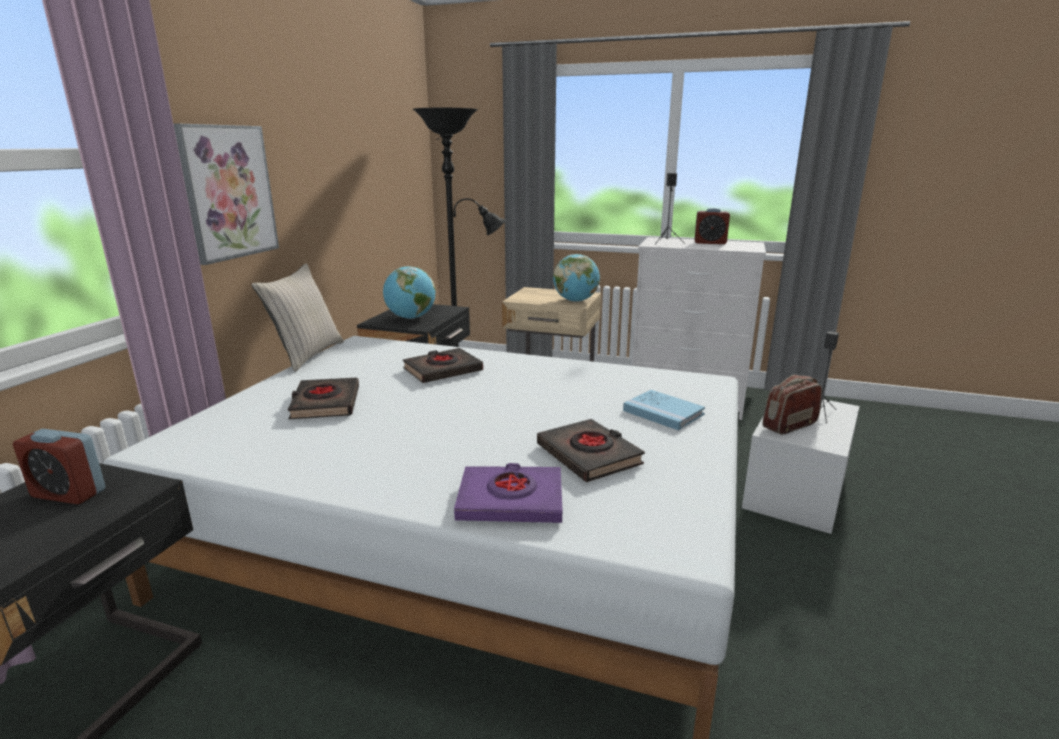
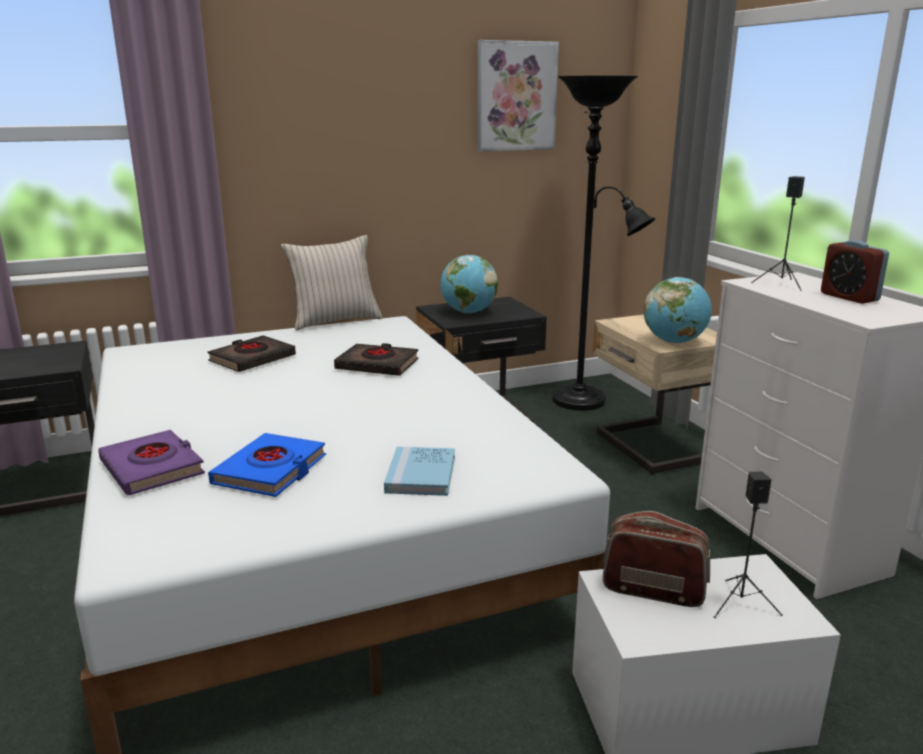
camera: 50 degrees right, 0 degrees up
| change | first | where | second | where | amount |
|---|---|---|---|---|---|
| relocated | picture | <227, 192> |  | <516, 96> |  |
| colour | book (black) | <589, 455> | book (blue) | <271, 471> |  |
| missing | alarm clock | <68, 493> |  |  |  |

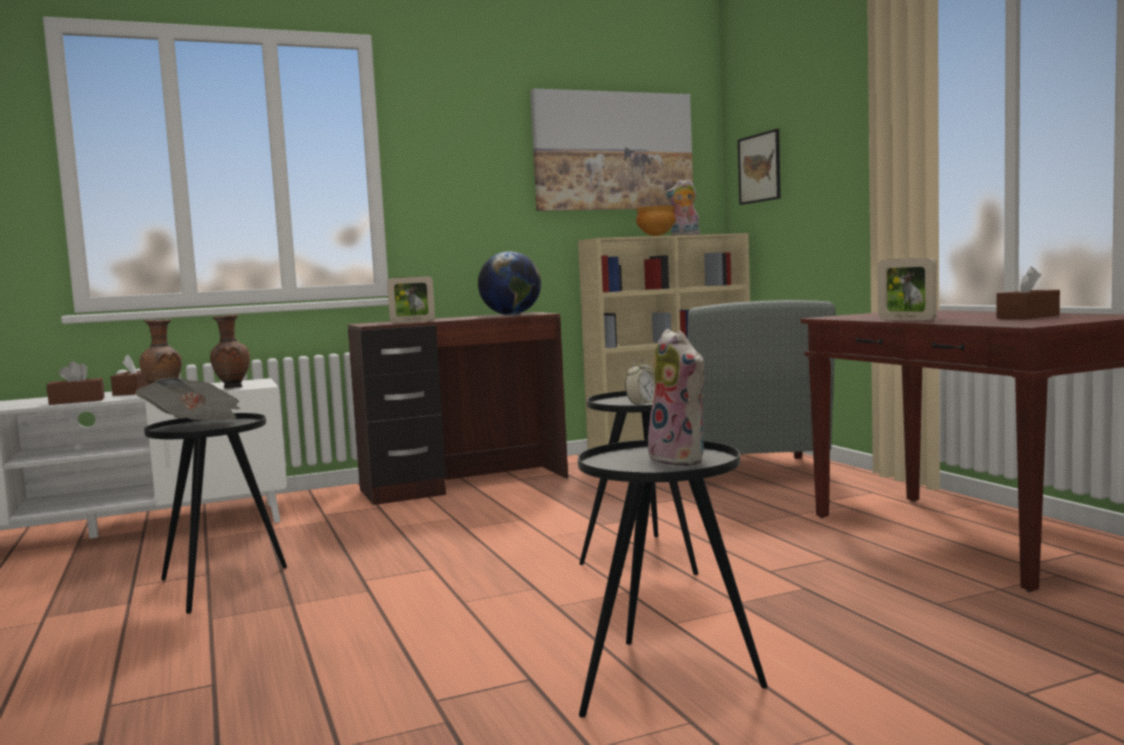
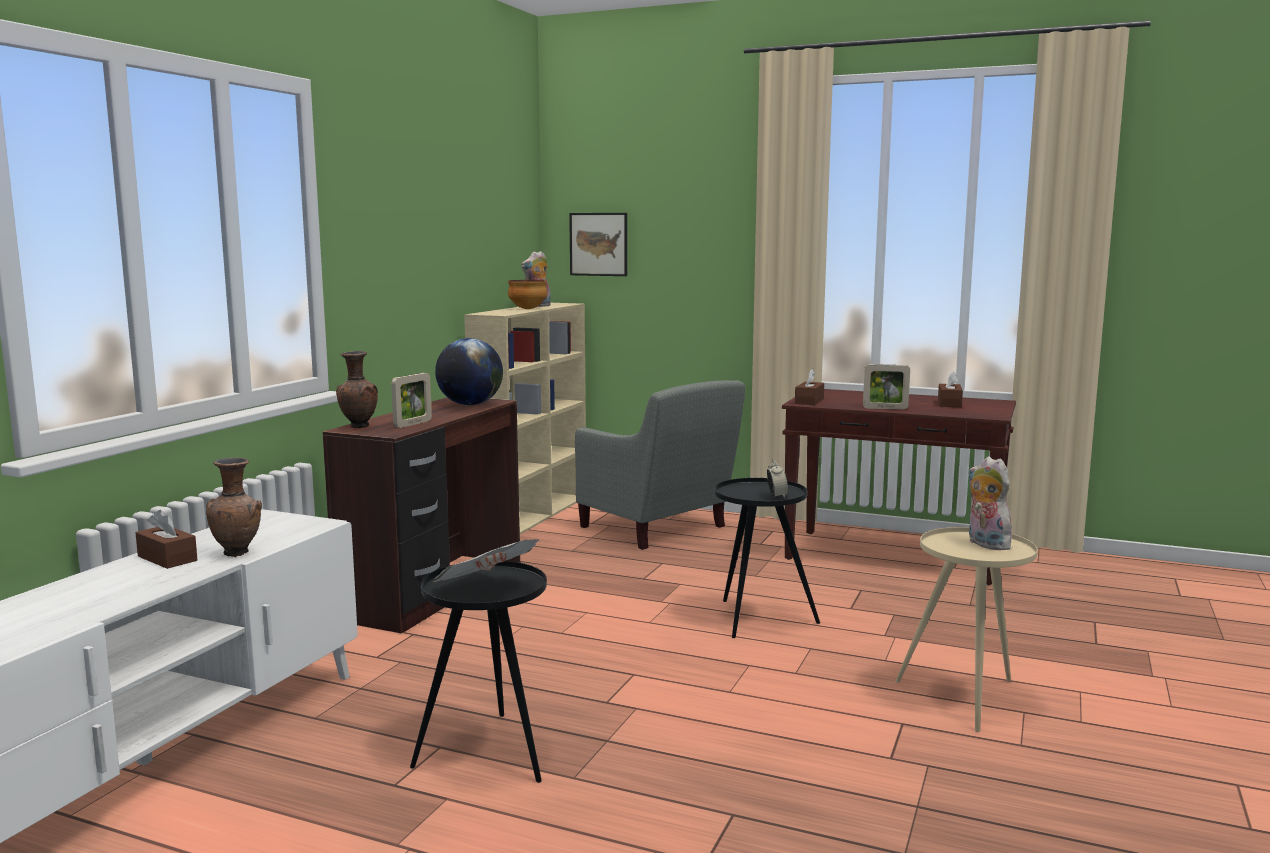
camera: 45 degrees left, 5 degrees up
| change | first | where | second | where | amount |
|---|---|---|---|---|---|
| missing | picture | <613, 151> |  |  |  |
| relocated | vase (brown) | <232, 387> |  | <358, 427> |  |
| spun | plush toy | <682, 460> |  | <985, 544> | 135 degrees counterclockwise |
| relocated | tissue box (brown) | <77, 401> |  | <809, 401> |  |
| colour | side table (black) | <666, 683> | side table (beige) | <967, 697> |  |

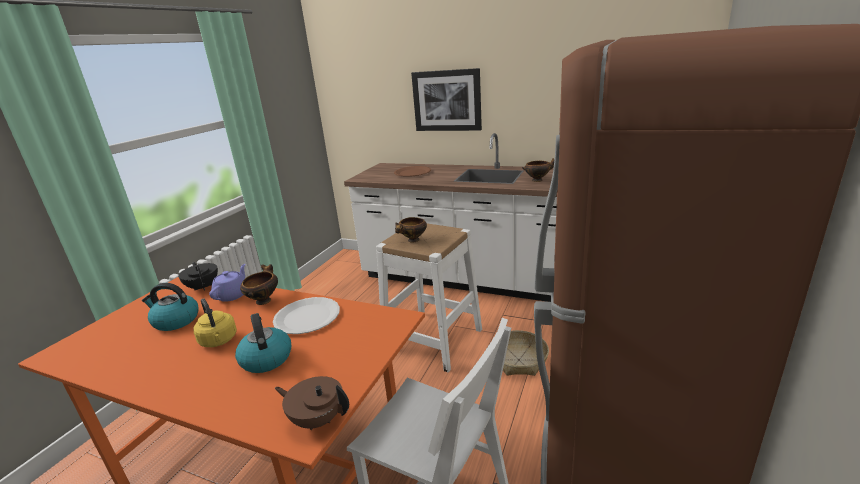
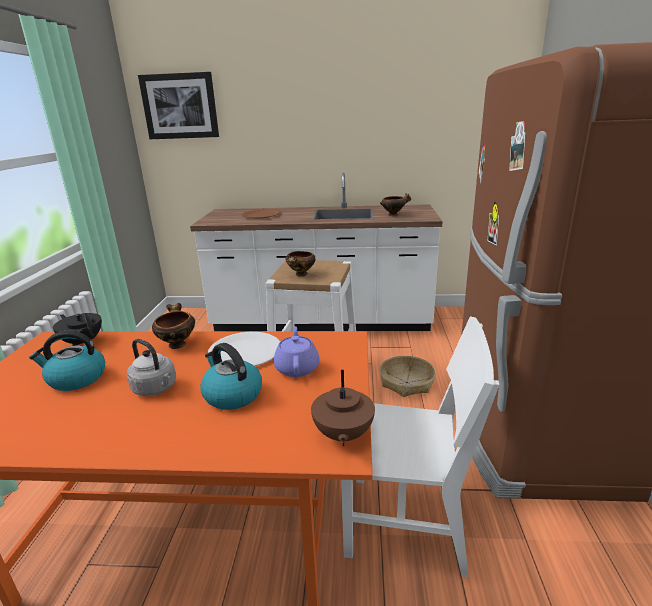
camera: 20 degrees left, 0 degrees up
| change | first | where | second | where | amount |
|---|---|---|---|---|---|
| relocated | picture | <447, 100> |  | <180, 106> |  |
| relocated | teapot (purple) | <233, 295> |  | <297, 367> |  |
| colour | kettle (yellow) | <219, 341> | kettle (grey) | <156, 389> |  |
| spun | teapot (brown) | <317, 419> |  | <342, 435> | 90 degrees counterclockwise |

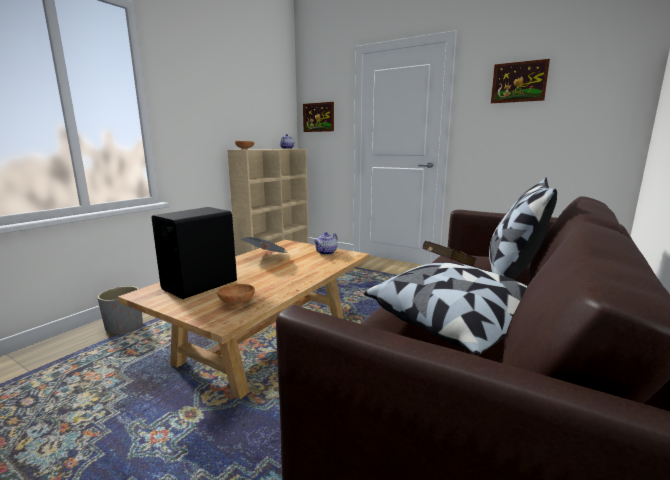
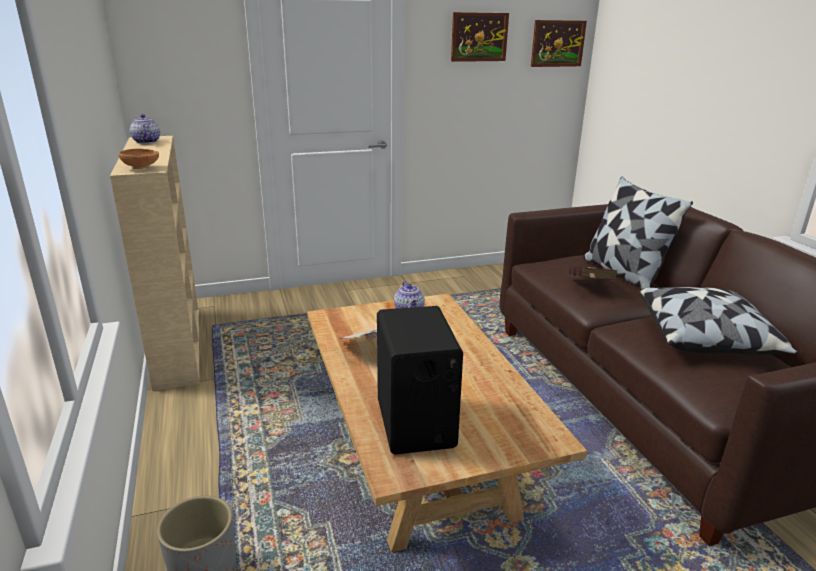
camera: 50 degrees left, 10 degrees up
| change | first | where | second | where | amount |
|---|---|---|---|---|---|
| relocated | picture | <318, 117> |  | <557, 43> |  |
| missing | bowl (brown) | <237, 303> |  |  |  |

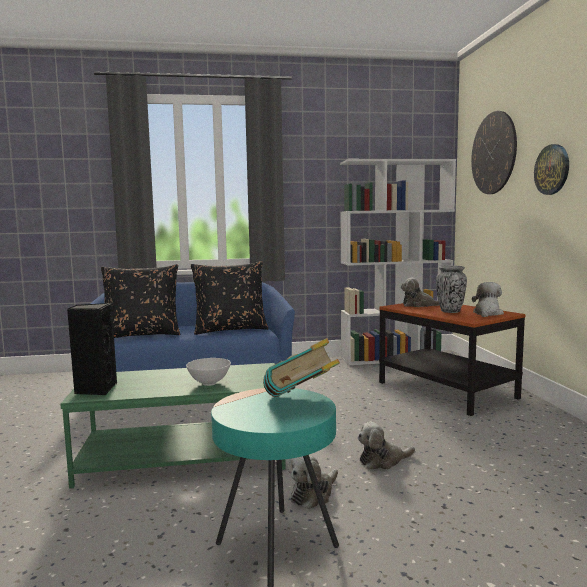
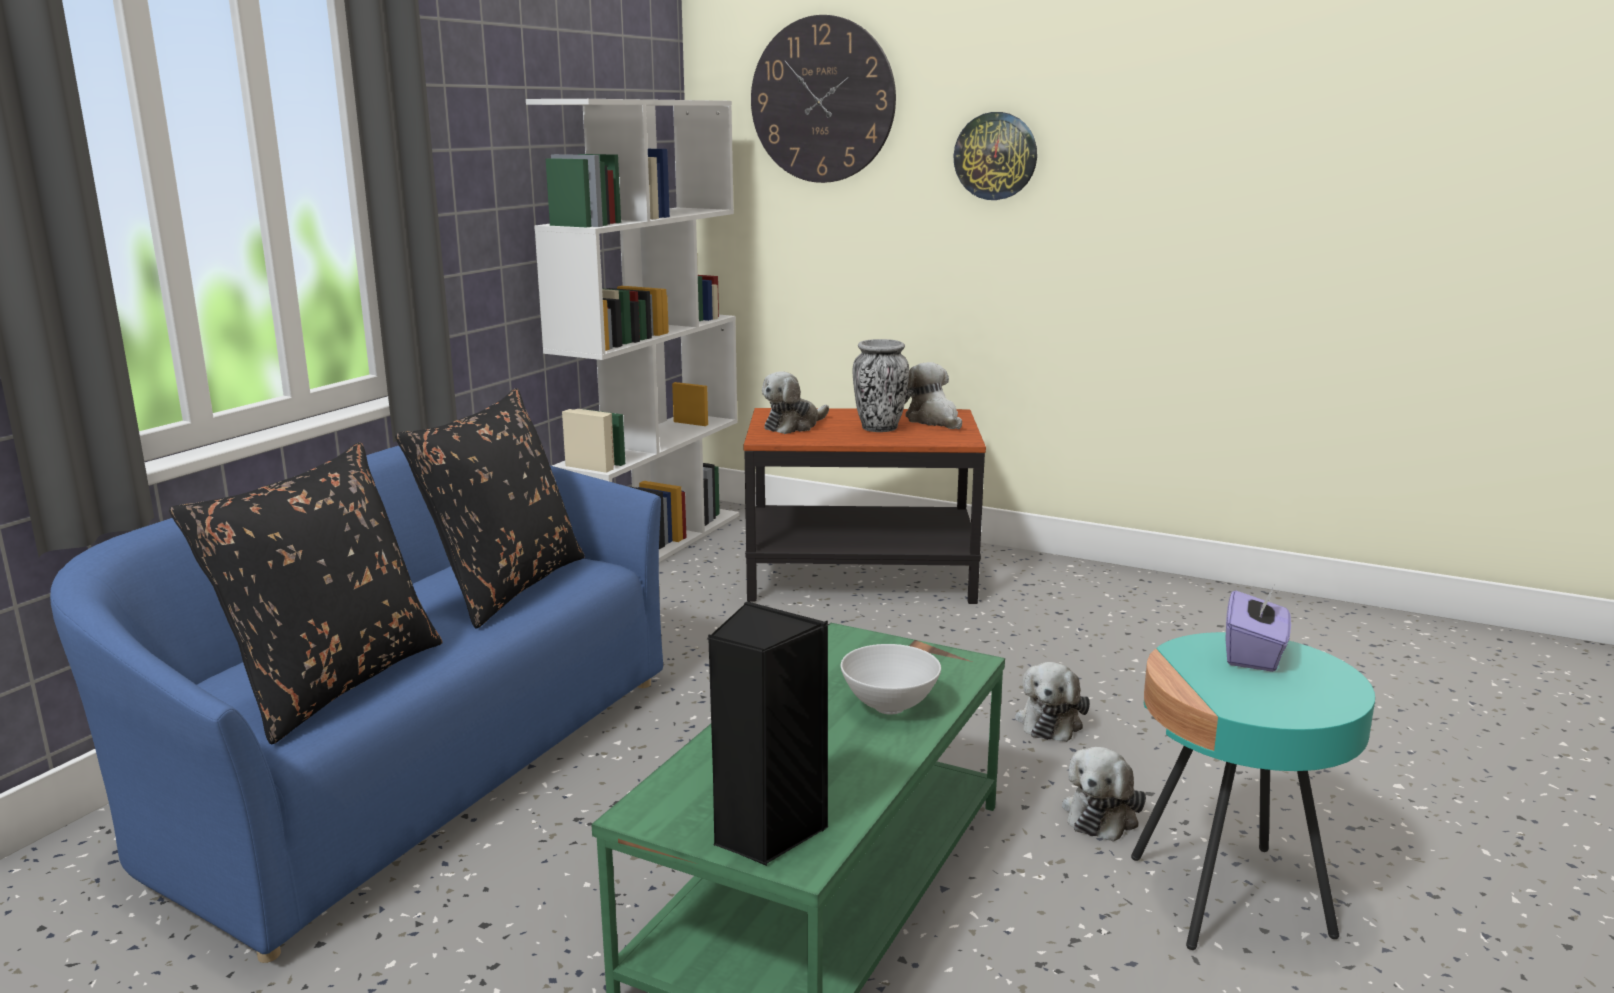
camera: 55 degrees left, 10 degrees up
| change | first | where | second | where | amount |
|---|---|---|---|---|---|
| exchanged | book | <300, 403> | tissue box (purple) | <1254, 655> |  |
| spun | plush toy | <313, 494> |  | <1102, 813> | 45 degrees clockwise |

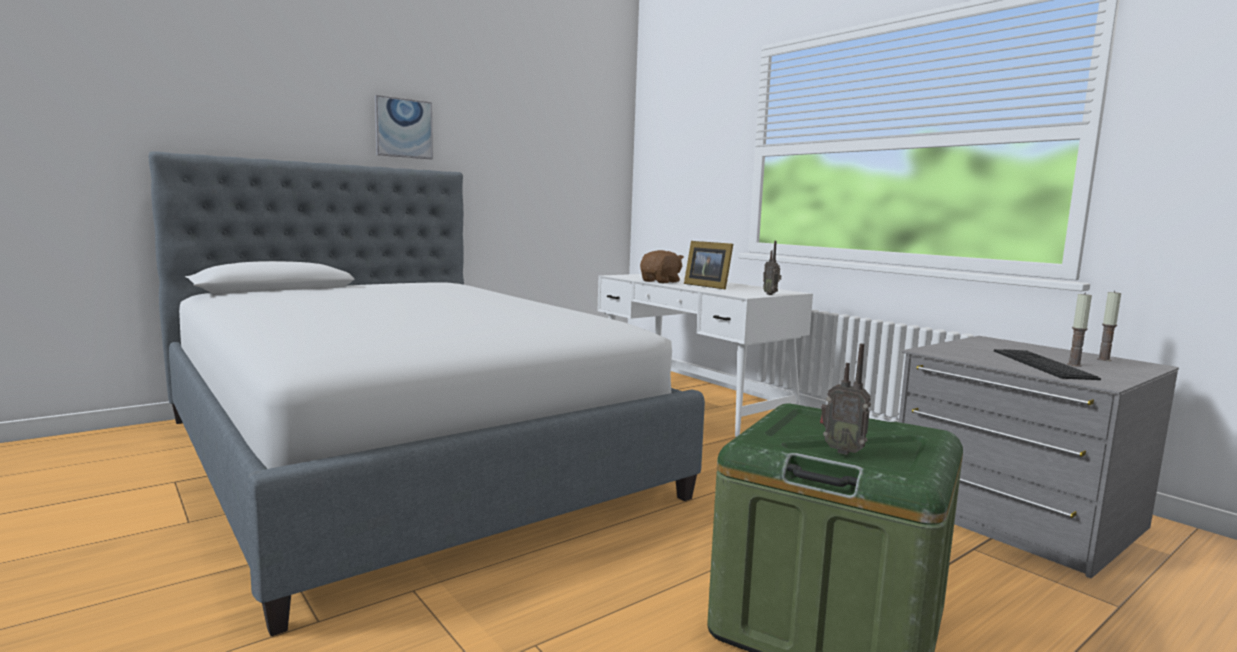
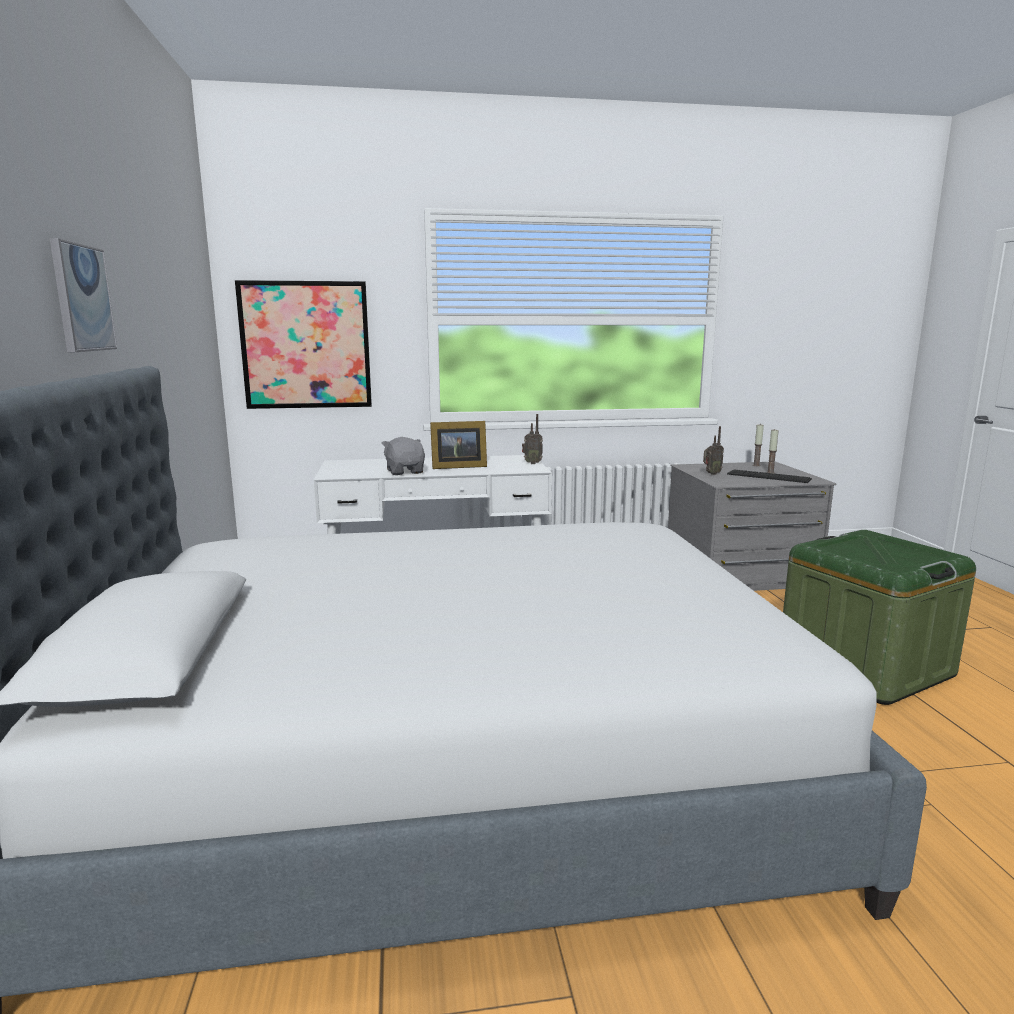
camera: 60 degrees left, 5 degrees up
| change | first | where | second | where | amount |
|---|---|---|---|---|---|
| colour | plush toy (brown) | <661, 281> | plush toy (grey) | <405, 472> |  |
| relocated | radio | <842, 451> |  | <711, 474> |  |
| appeared |  |  | picture | <306, 345> |  |

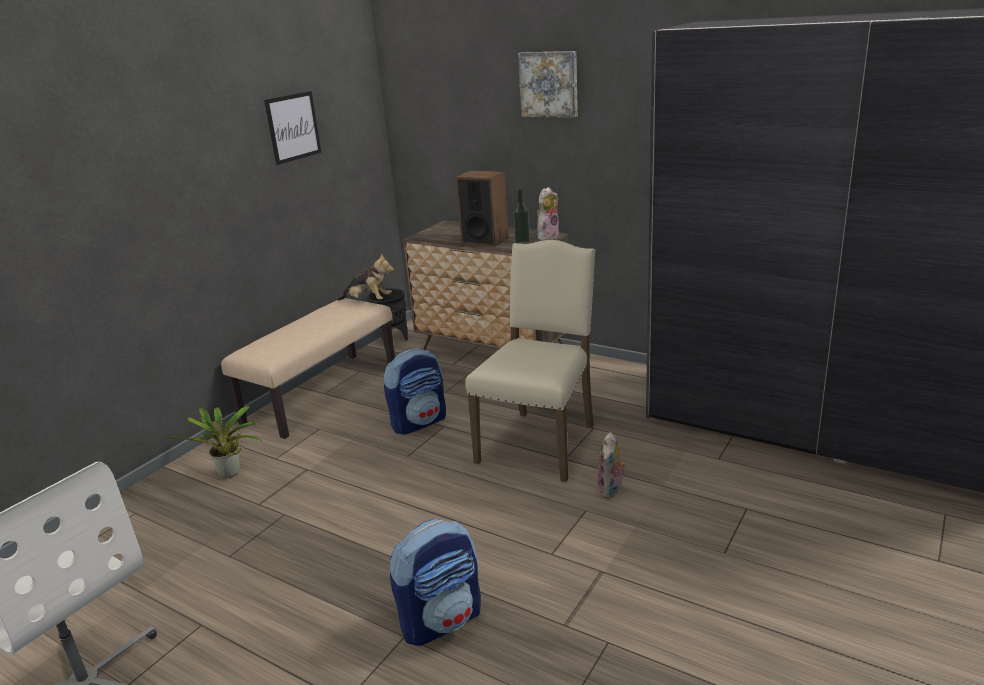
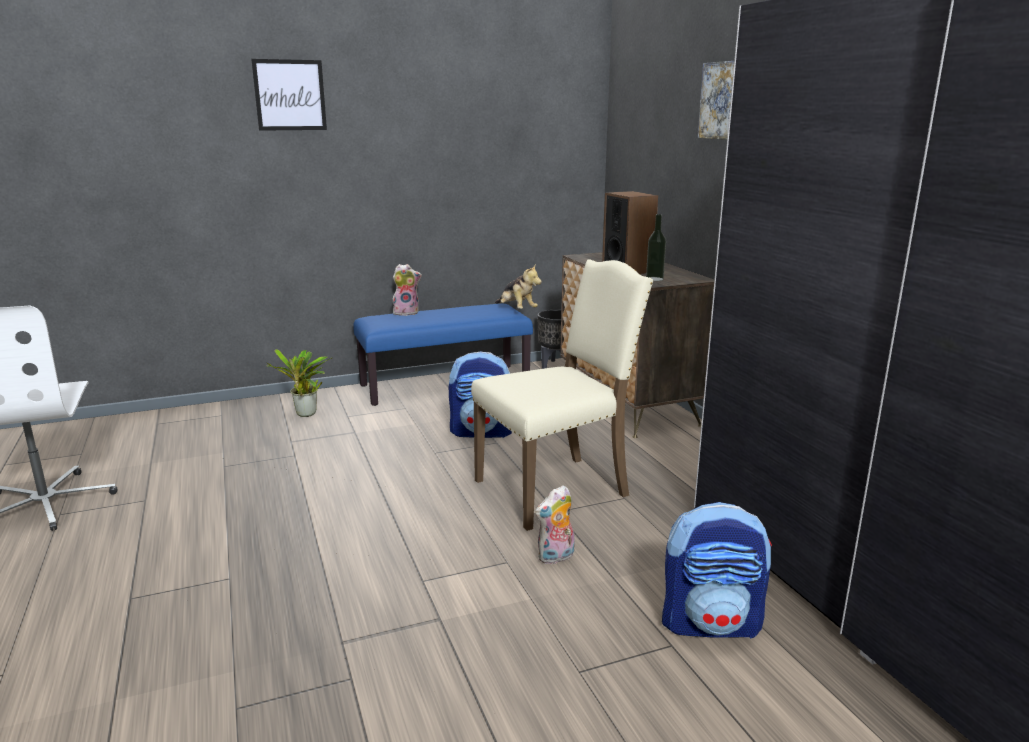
camera: 35 degrees right, 5 degrees down
| change | first | where | second | where | amount |
|---|---|---|---|---|---|
| relocated | picture | <293, 127> |  | <290, 95> |  |
| relocated | plush toy | <547, 236> |  | <406, 312> |  |
| colour | bench (beige) | <321, 393> | bench (blue) | <445, 384> |  |
| relocated | backpack | <442, 620> |  | <711, 623> |  |

